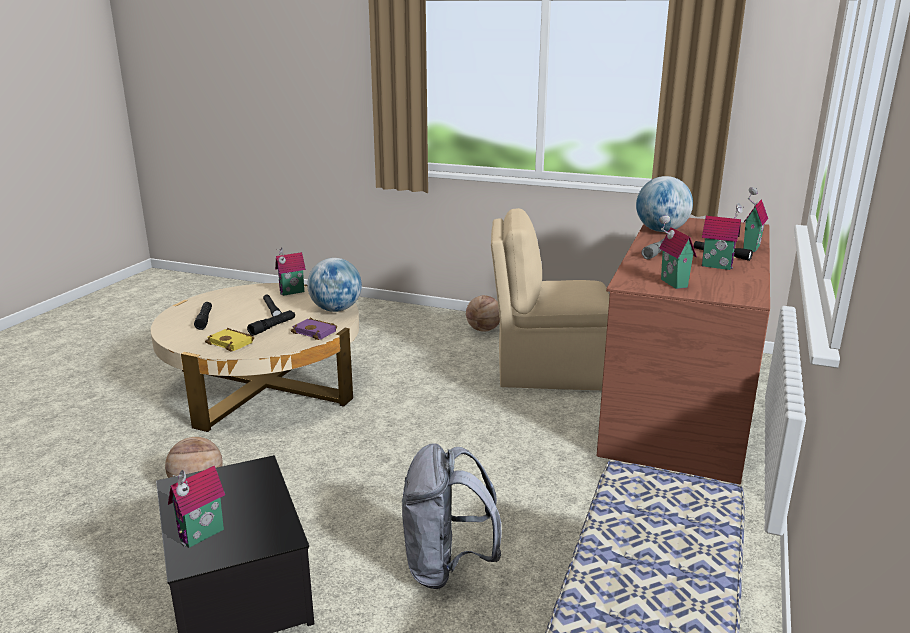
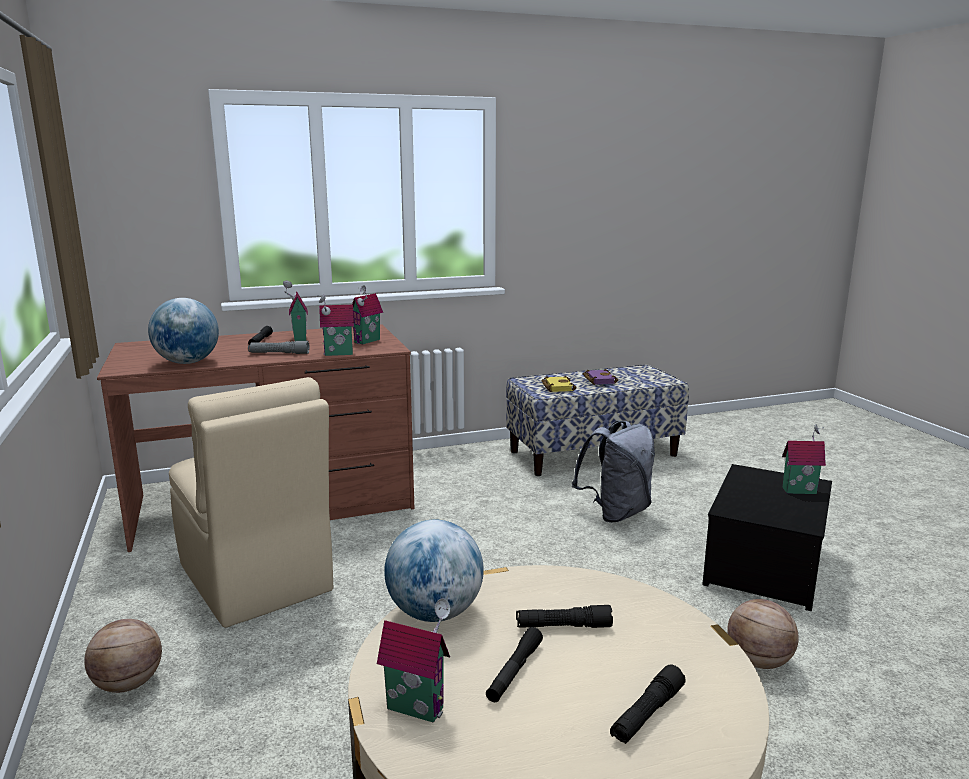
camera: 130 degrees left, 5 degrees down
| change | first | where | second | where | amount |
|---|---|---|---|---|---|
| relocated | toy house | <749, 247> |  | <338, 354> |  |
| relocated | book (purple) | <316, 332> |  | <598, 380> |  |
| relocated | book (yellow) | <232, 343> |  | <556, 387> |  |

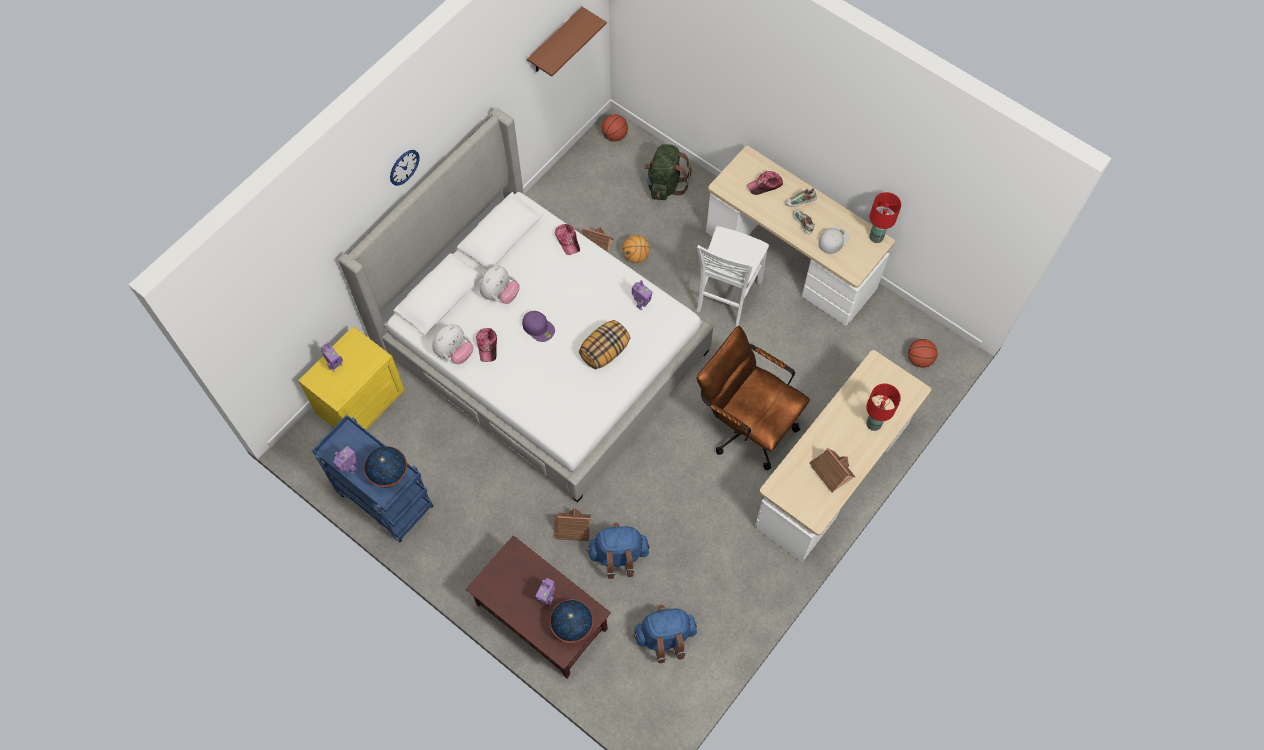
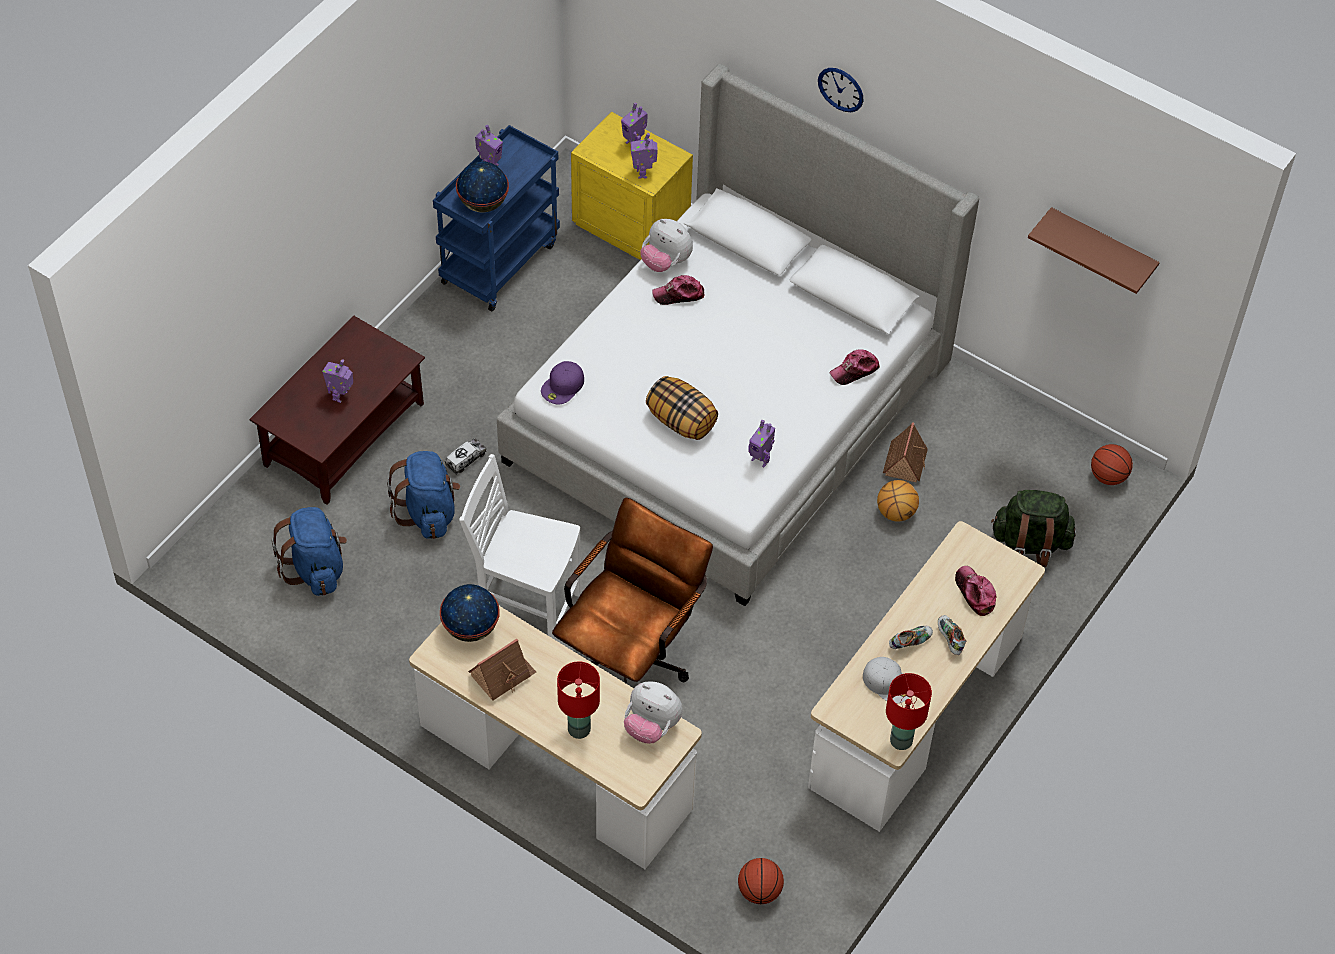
camera: 85 degrees right, 10 degrees down
| change | first | where | second | where | amount |
|---|---|---|---|---|---|
| relocated | chair (white) | <726, 297> |  | <525, 609> |  |
| relocated | plush toy | <500, 294> |  | <651, 726> |  |
| relocated | cap (purple) | <539, 327> |  | <563, 386> |  |
| exchanged | toy house | <572, 528> | toy truck | <465, 459> |  |
| relocated | globe | <572, 626> |  | <470, 628> |  |
| appeared |  |  | toy robot | <643, 173> |  |

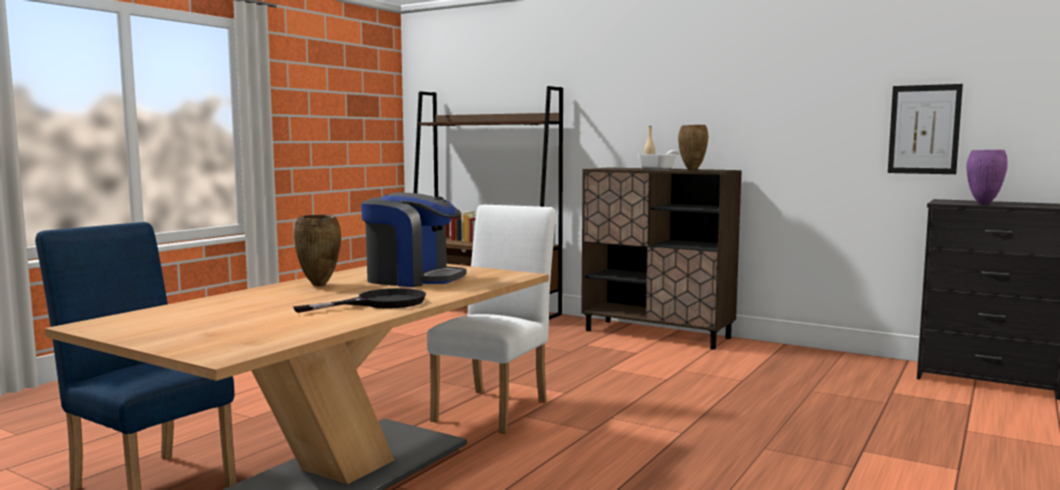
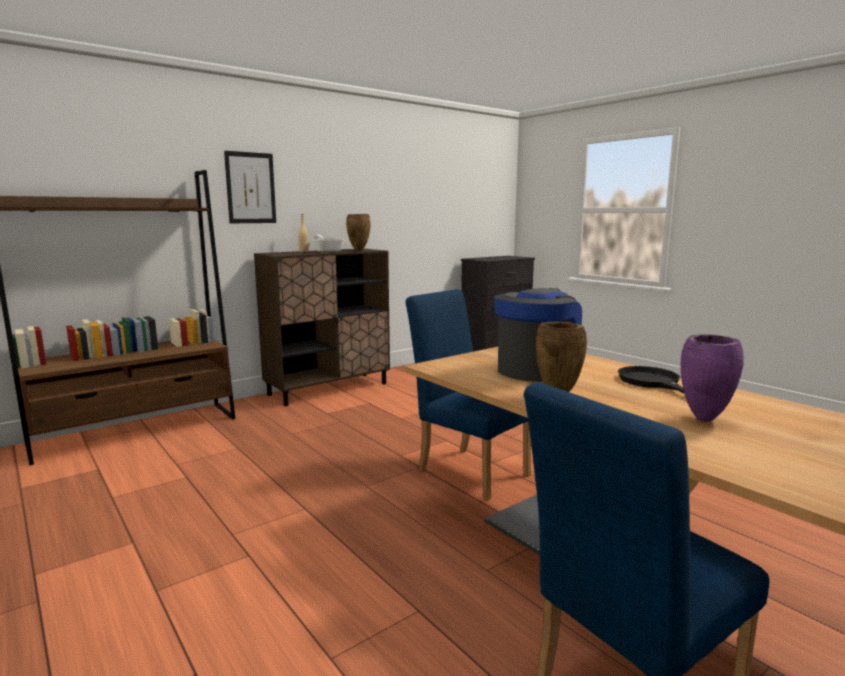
camera: 70 degrees left, 5 degrees up
| change | first | where | second | where | amount |
|---|---|---|---|---|---|
| relocated | picture | <924, 129> |  | <250, 188> |  |
| relocated | vase (purple) | <983, 204> |  | <704, 420> |  |
| colour | chair (white) | <496, 408> | chair (blue) | <467, 469> |  |

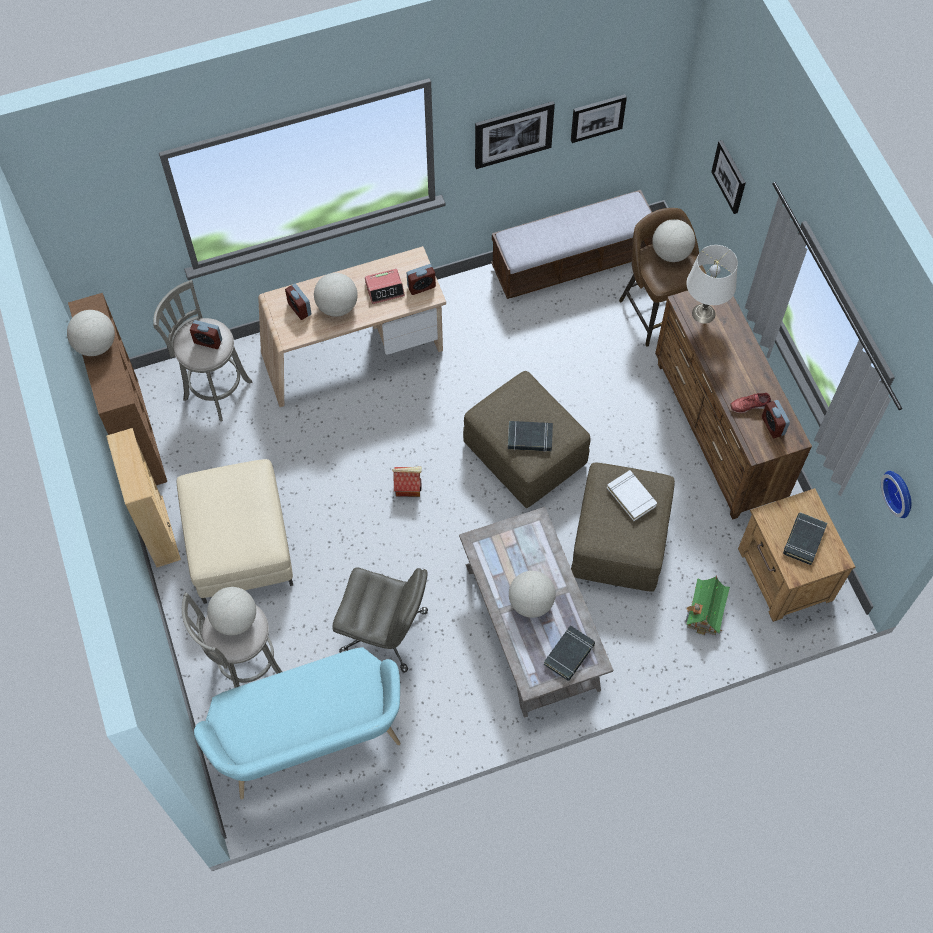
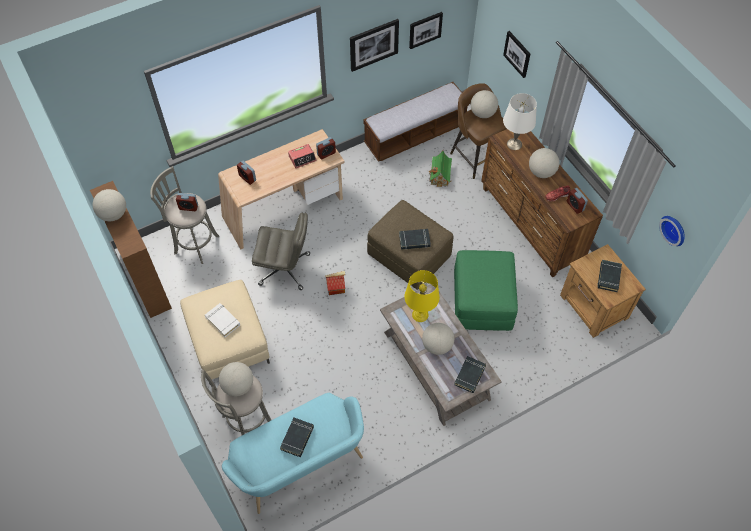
camera: 10 degrees left, 5 degrees down
| change | first | where | second | where | amount |
|---|---|---|---|---|---|
| relocated | globe | <337, 306> |  | <541, 172> |  |
| missing | bookcase (beige) | <159, 531> |  |  |  |
| colour | ottoman (brown) | <619, 540> | ottoman (green) | <482, 301> |  |
| relocated | book (white) | <631, 497> |  | <223, 321> |  |
| relocated | office chair (grey) | <385, 631> |  | <285, 269> |  |
| relocated | toy house | <705, 611> |  | <440, 175> |  |
| appeared |  |  | table lamp (yellow) | <420, 314> |  |
| appeared |  |  | book (black) | <297, 438> |  |

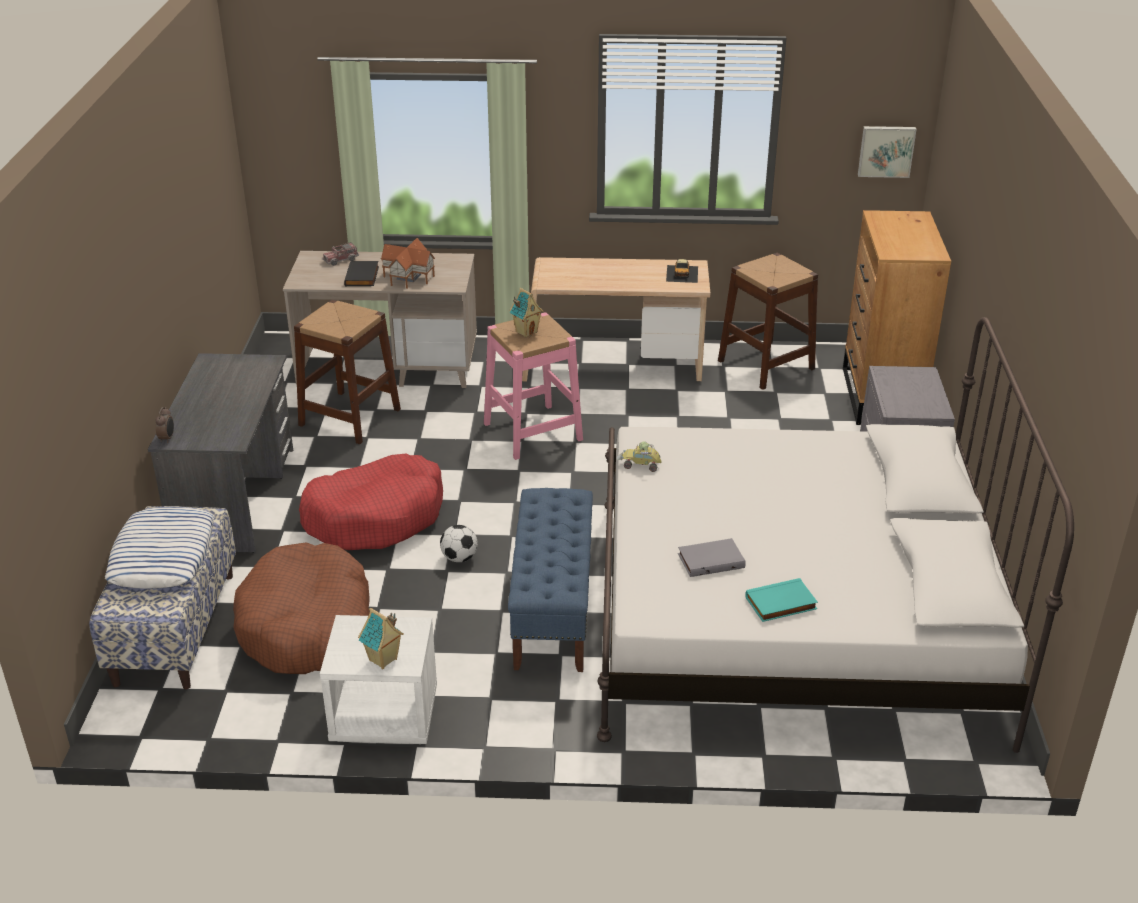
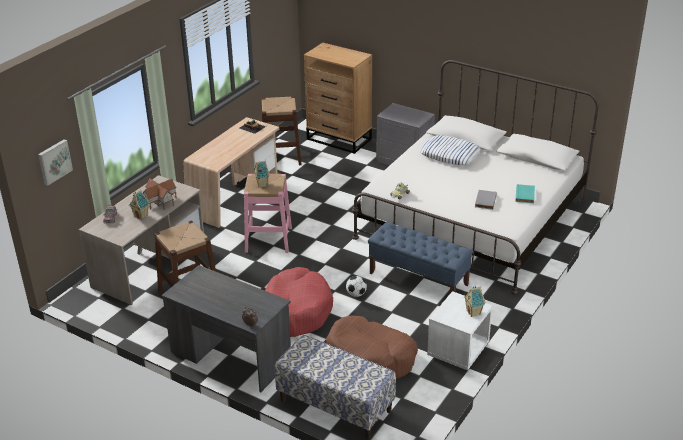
camera: 60 degrees left, 0 degrees up
| change | first | where | second | where | amount |
|---|---|---|---|---|---|
| relocated | picture | <886, 151> |  | <54, 161> |  |
| exchanged | book (black) | <363, 276> | toy house | <141, 216> |  |
| relocated | pillow | <163, 556> |  | <450, 154> |  |

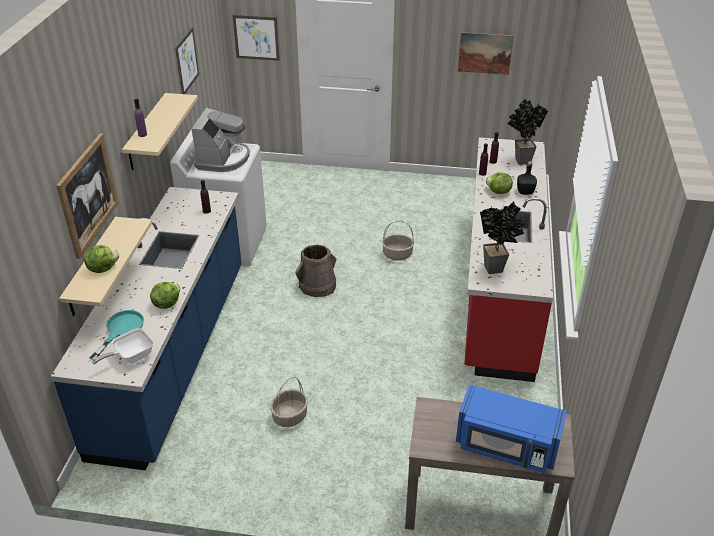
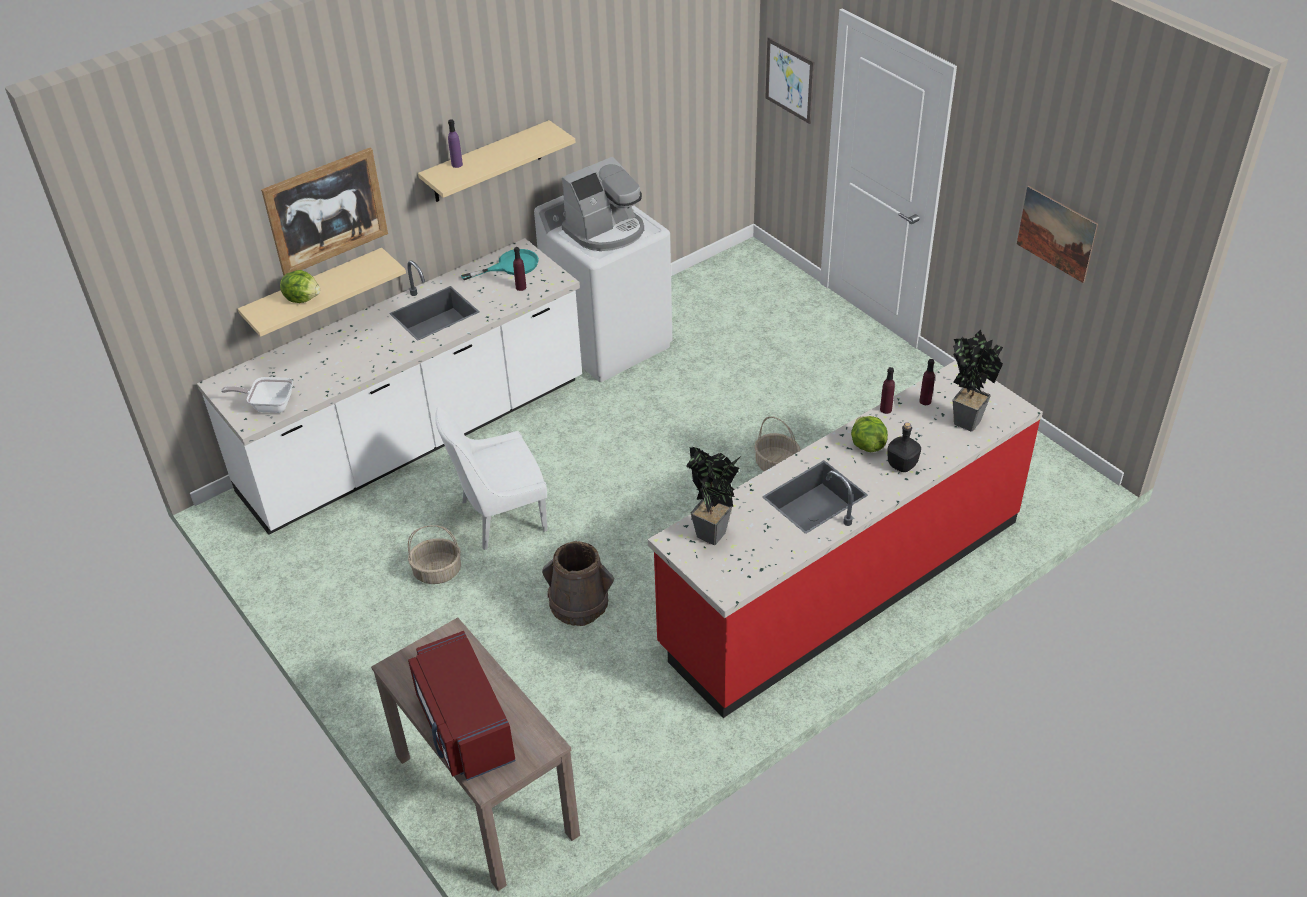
camera: 45 degrees right, 5 degrees up
| change | first | where | second | where | amount |
|---|---|---|---|---|---|
| missing | picture | <187, 61> |  |  |  |
| colour | counter (blue) | <174, 355> | counter (white) | <416, 438> |  |
| relocated | bucket (brown) | <317, 285> |  | <579, 603> |  |
| missing | lettuce | <166, 303> |  |  |  |
| relocated | frying pan (turquoise) | <121, 330> |  | <510, 266> |  |
| colour | microwave (blue) | <506, 446> | microwave (red) | <464, 727> |  |
| appeared |  |  | chair (white) | <500, 517> |  |

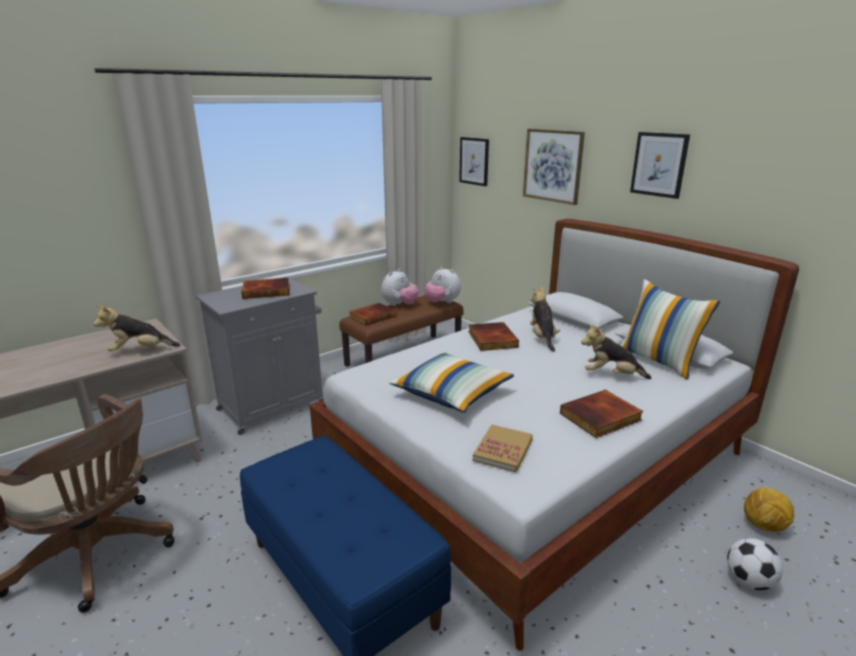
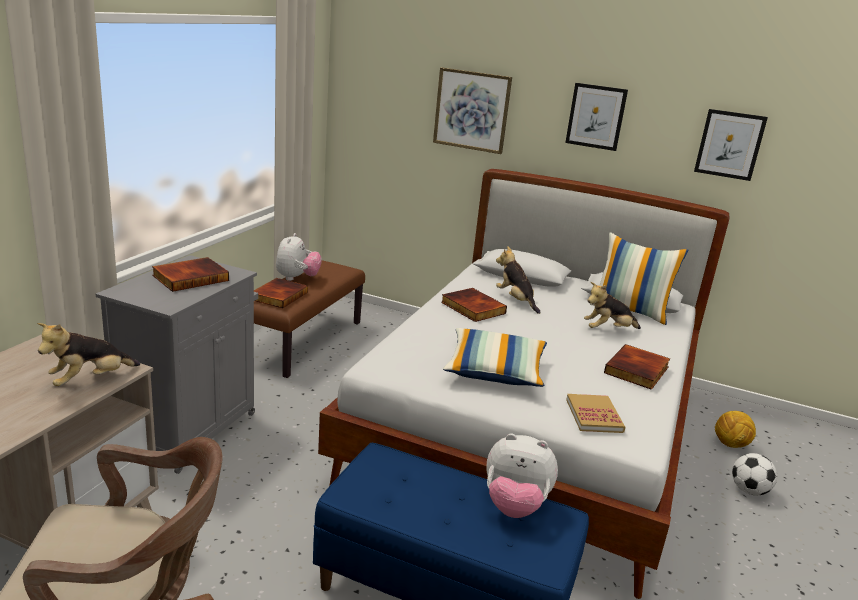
camera: 30 degrees left, 0 degrees up
| change | first | where | second | where | amount |
|---|---|---|---|---|---|
| relocated | picture | <474, 161> |  | <729, 144> |  |
| relocated | plush toy | <442, 302> |  | <514, 506> |  |

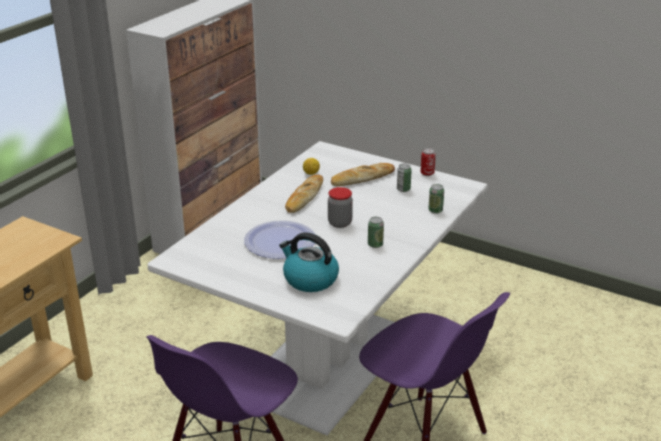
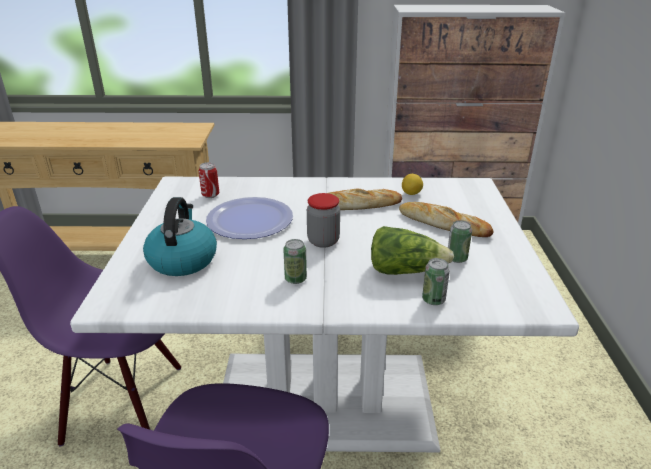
camera: 60 degrees right, 0 degrees up
| change | first | where | second | where | amount |
|---|---|---|---|---|---|
| relocated | can | <427, 173> |  | <210, 195> |  |
| appeared |  |  | lettuce | <405, 270> |  |

